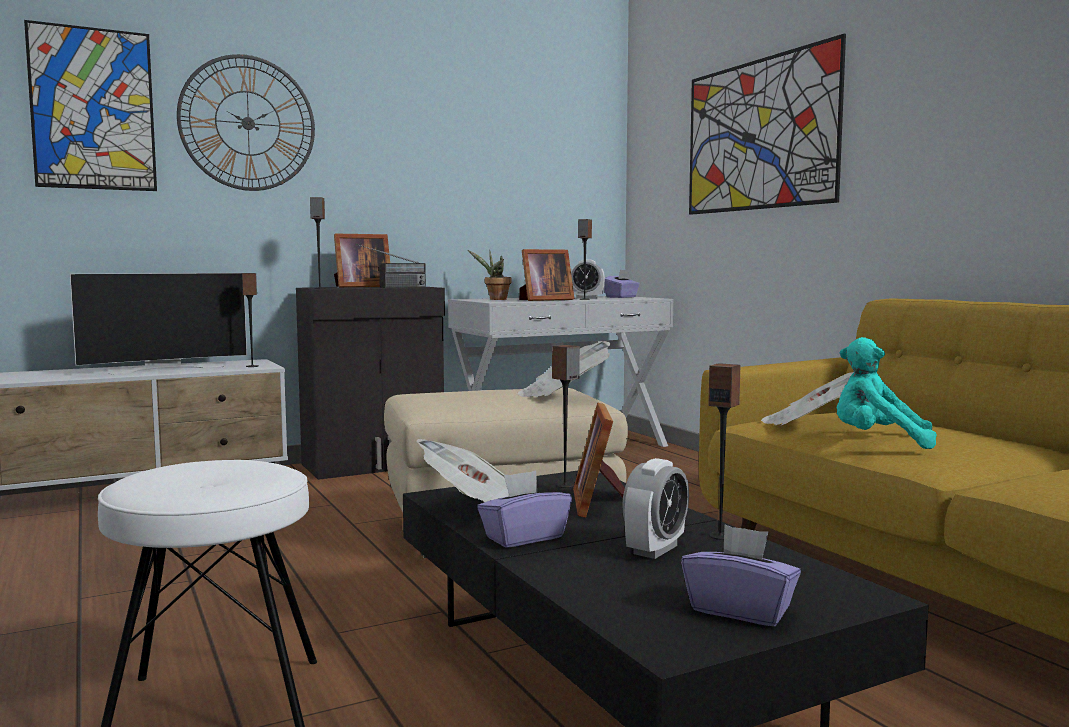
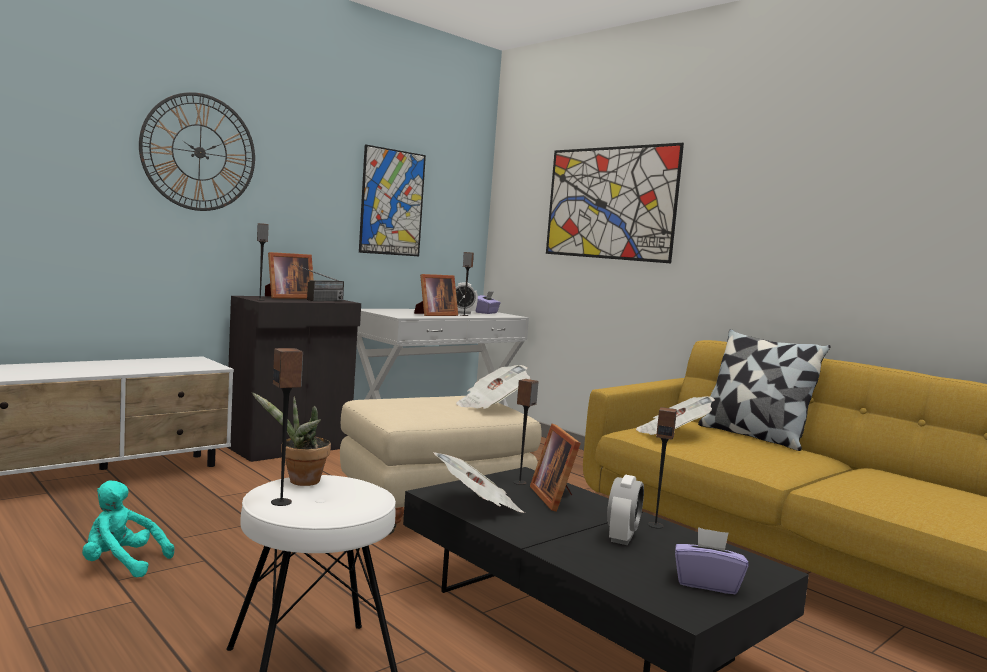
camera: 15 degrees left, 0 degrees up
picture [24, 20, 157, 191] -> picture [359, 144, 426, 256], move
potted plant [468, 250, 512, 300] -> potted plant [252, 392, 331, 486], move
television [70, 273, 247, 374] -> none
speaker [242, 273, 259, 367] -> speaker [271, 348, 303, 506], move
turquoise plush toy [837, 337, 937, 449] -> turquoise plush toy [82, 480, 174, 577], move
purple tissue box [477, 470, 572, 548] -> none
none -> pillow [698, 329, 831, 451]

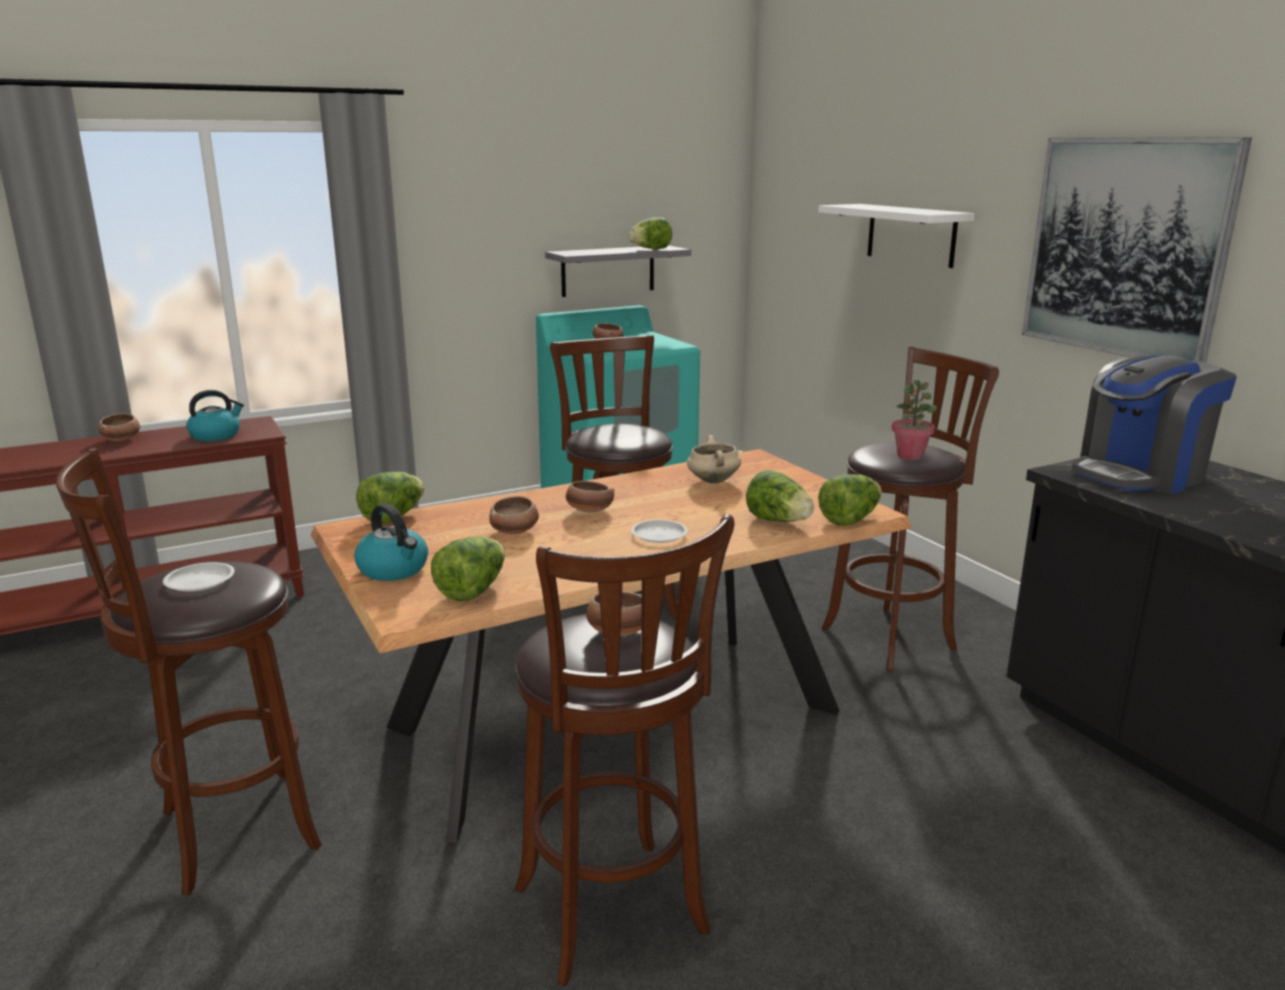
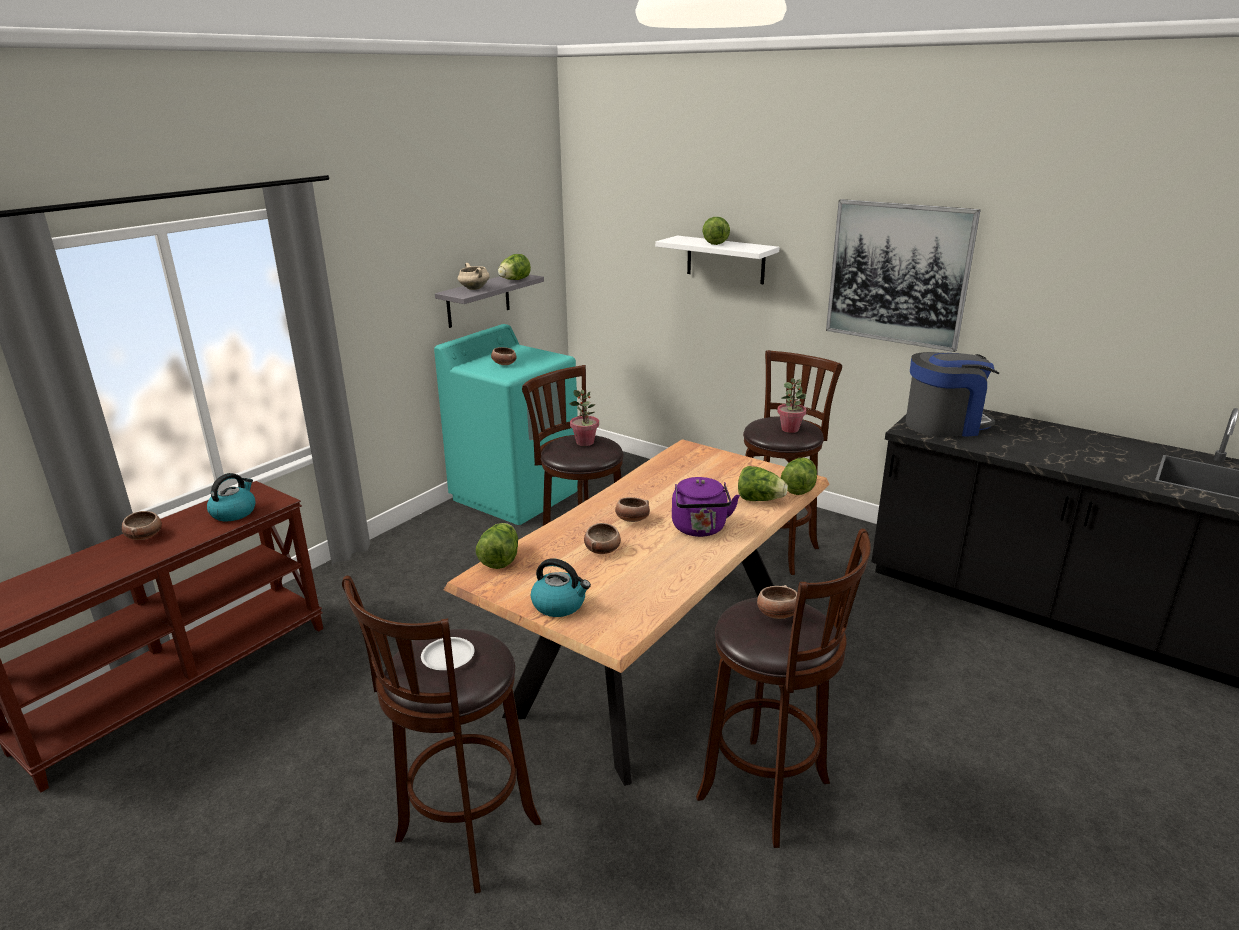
camera: 25 degrees left, 5 degrees up
coffee machine [1072, 355, 1237, 494] -> coffee machine [906, 352, 999, 437], 135 degrees counterclockwise
beige cooking pot [687, 435, 741, 483] -> beige cooking pot [458, 263, 490, 290], move
white plate [631, 520, 688, 543] -> purple kettle [672, 477, 740, 537]
lettuce [431, 536, 505, 602] -> lettuce [702, 217, 730, 245], move
none -> potted plant [569, 390, 599, 446]

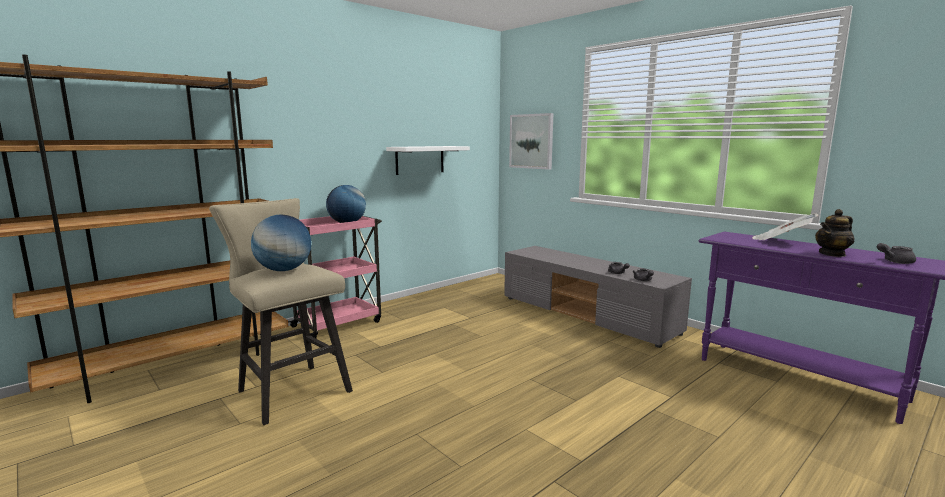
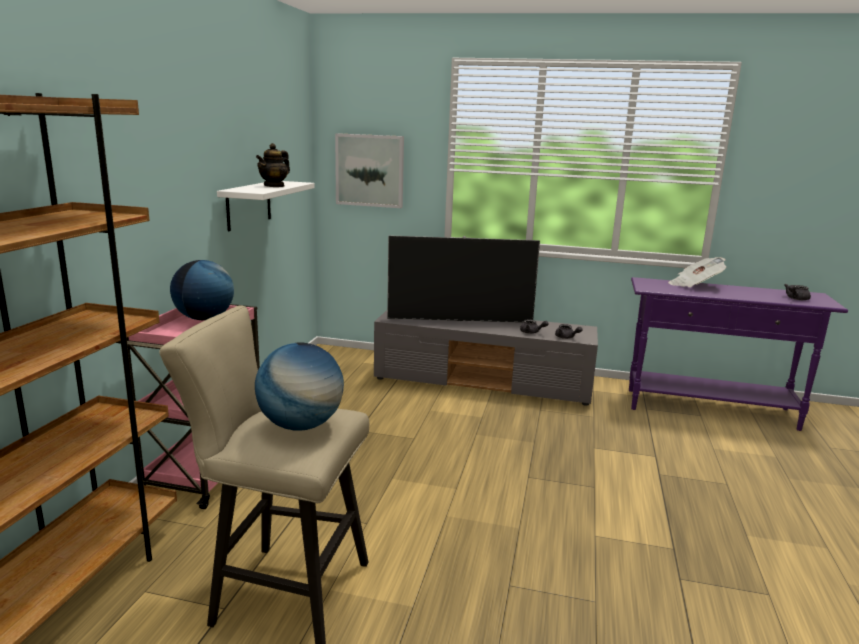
camera: 35 degrees left, 5 degrees up
teapot [815, 209, 855, 257] -> teapot [256, 143, 290, 187], move
none -> television [387, 235, 540, 323]

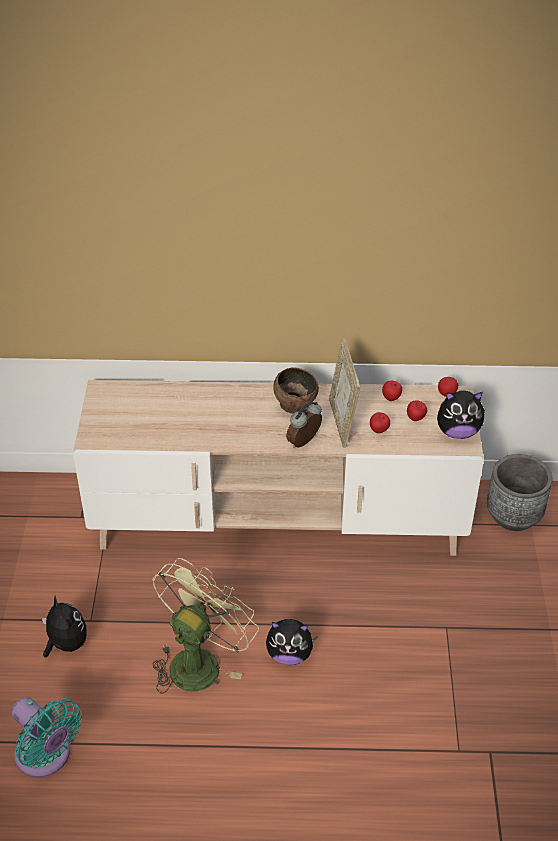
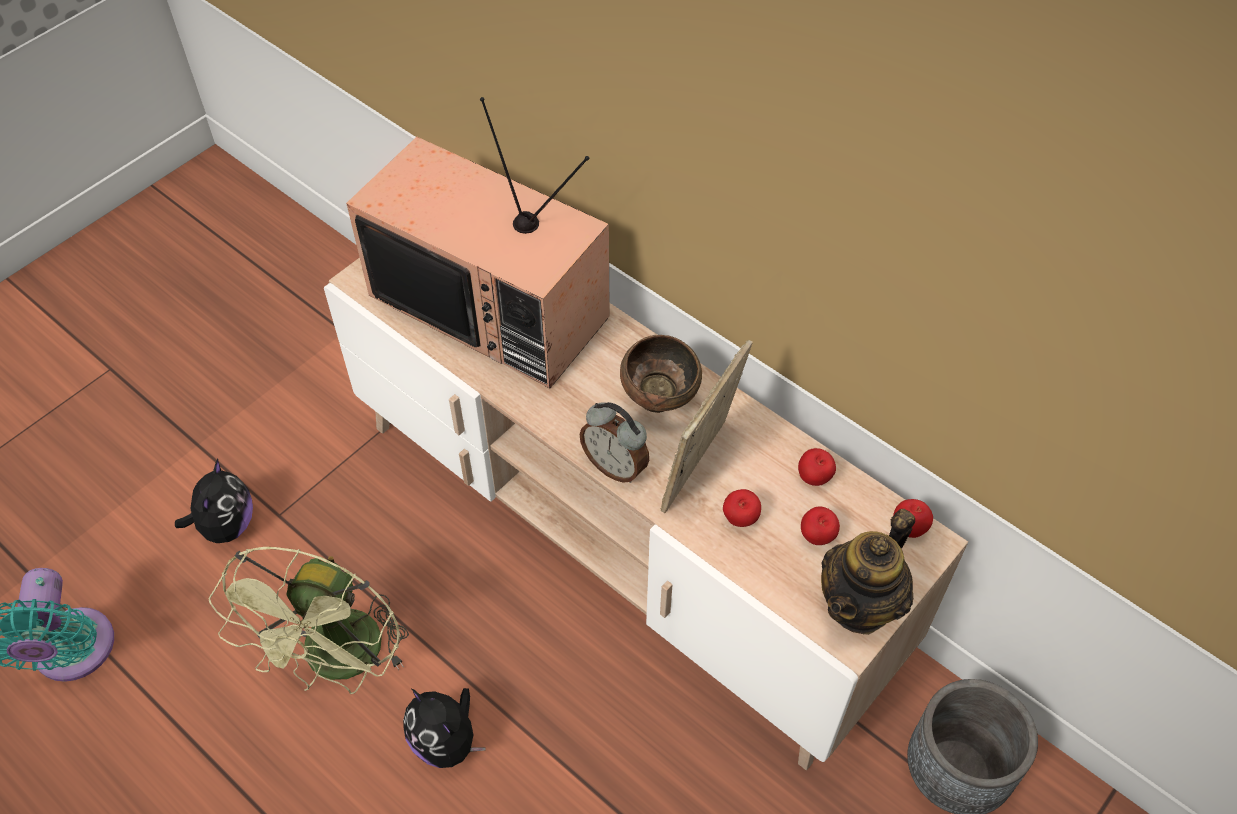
camera: 40 degrees right, 10 degrees up
plush toy [437, 390, 486, 439] -> teapot [821, 509, 915, 635]
alarm clock [286, 401, 322, 448] -> alarm clock [580, 402, 649, 483], 135 degrees counterclockwise
green fan [152, 558, 259, 694] -> green fan [209, 547, 409, 694], 120 degrees clockwise
none -> television [346, 97, 610, 388]

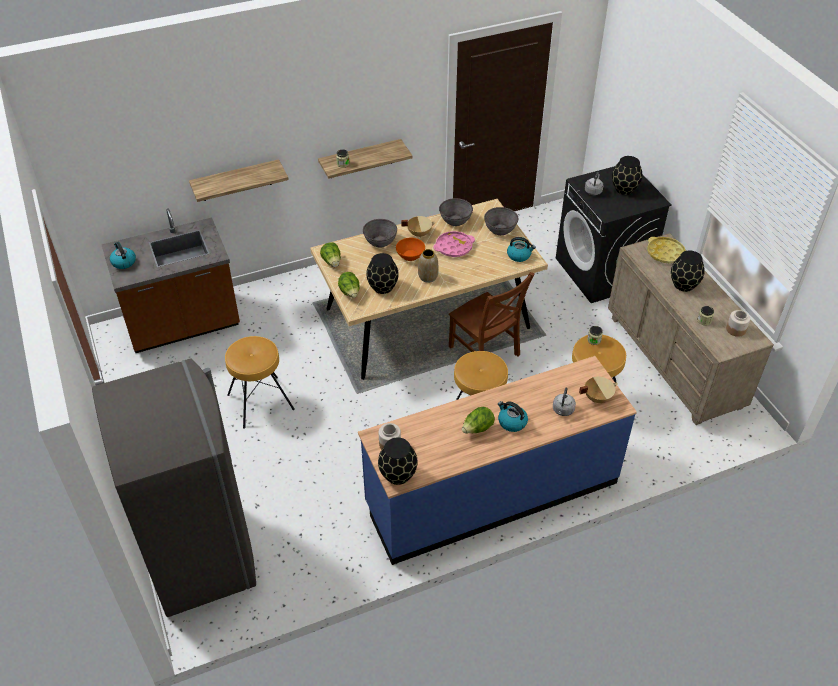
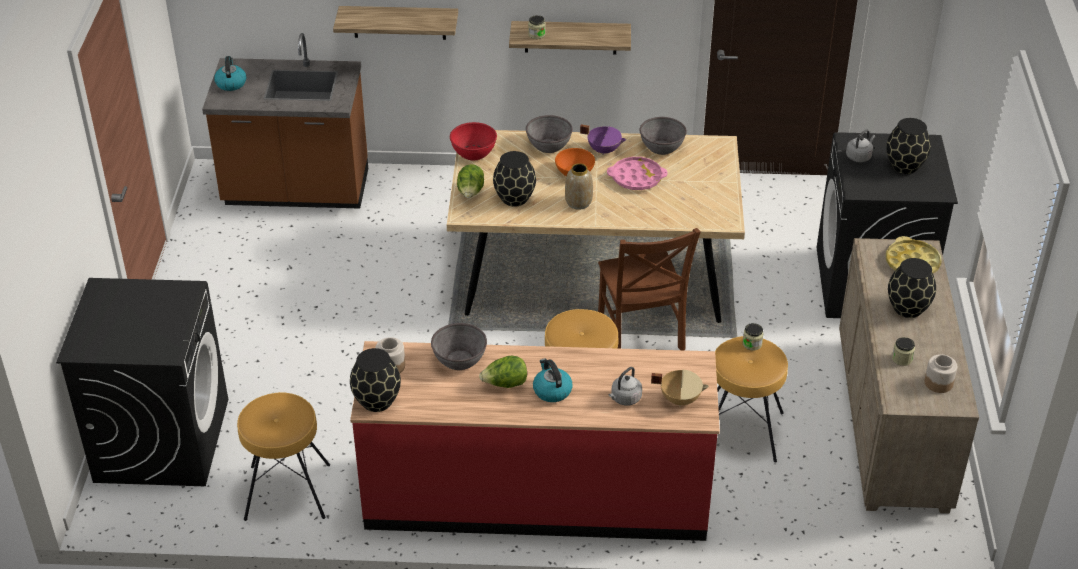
camera: 25 degrees right, 5 degrees down
grey bowl [484, 207, 518, 235] -> grey bowl [431, 323, 487, 370], move
beige cooking pot [401, 216, 435, 238] -> purple cooking pot [580, 124, 626, 155]
kettle [507, 237, 536, 262] -> none
lettuce [320, 242, 341, 267] -> red bowl [450, 122, 497, 160]
brown stool [225, 336, 295, 429] -> brown stool [237, 392, 330, 521], move
blue counter [358, 356, 637, 565] -> red counter [350, 341, 720, 541]
grey fridge [92, 358, 256, 617] -> black washing machine [56, 278, 228, 486]

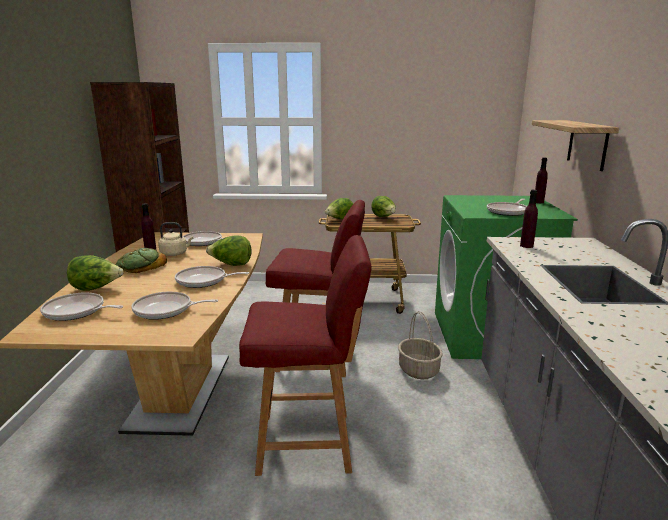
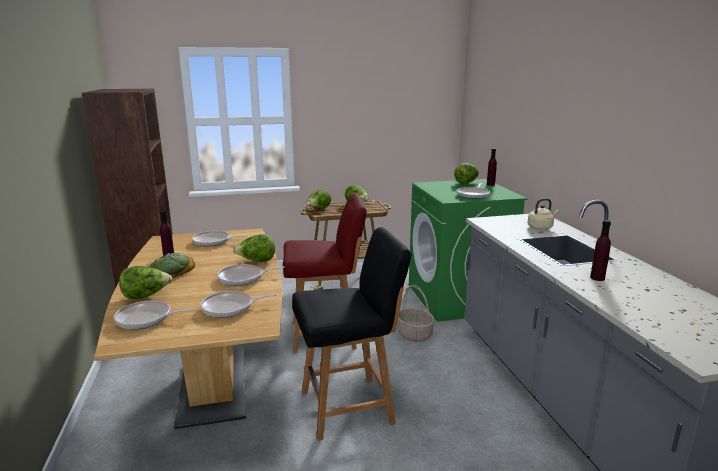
camera: 15 degrees left, 0 degrees up
shelf [532, 120, 619, 171] -> none
purple bottle [520, 190, 538, 248] -> purple bottle [590, 220, 611, 281], move
beige kettle [158, 222, 193, 256] -> beige kettle [527, 198, 559, 230], move
red chair [239, 235, 372, 476] -> black chair [292, 227, 412, 441]
none -> lettuce [454, 163, 479, 184]

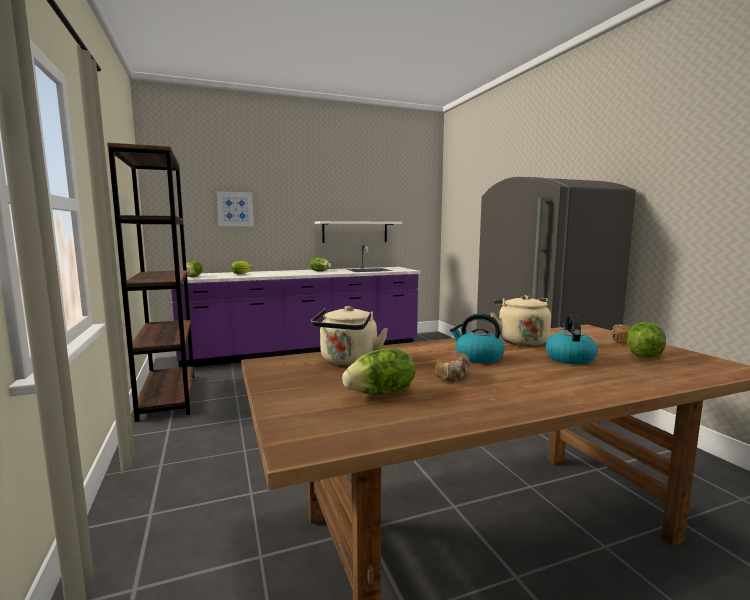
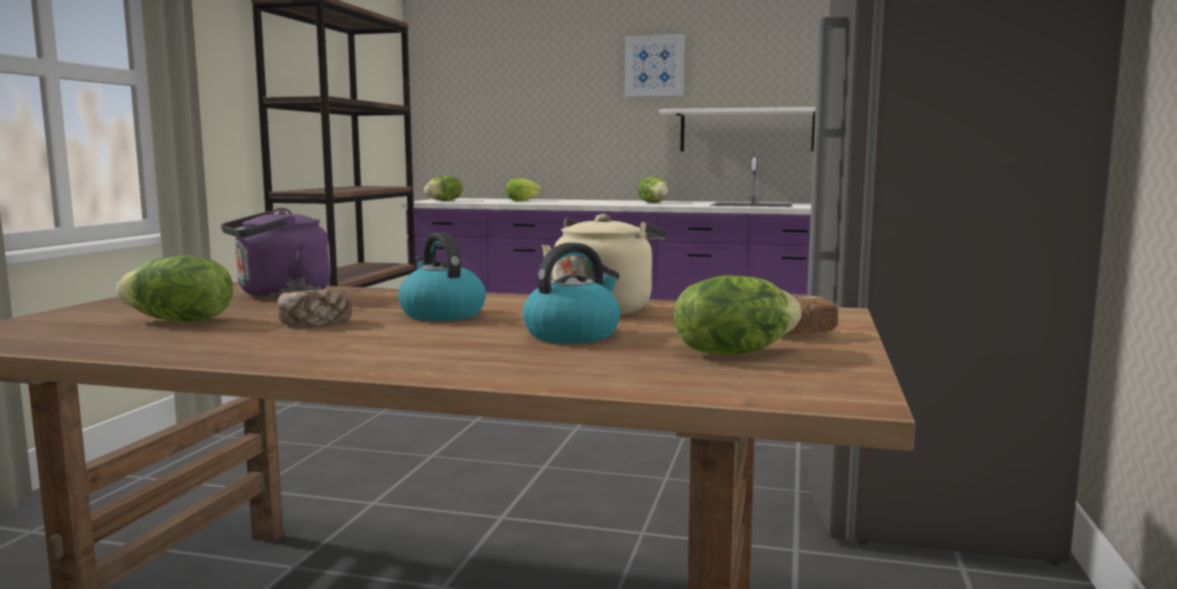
camera: 35 degrees right, 0 degrees up
picture [217, 191, 254, 226] -> picture [625, 34, 685, 97], move
beige kettle [311, 306, 388, 366] -> purple kettle [221, 208, 331, 298]

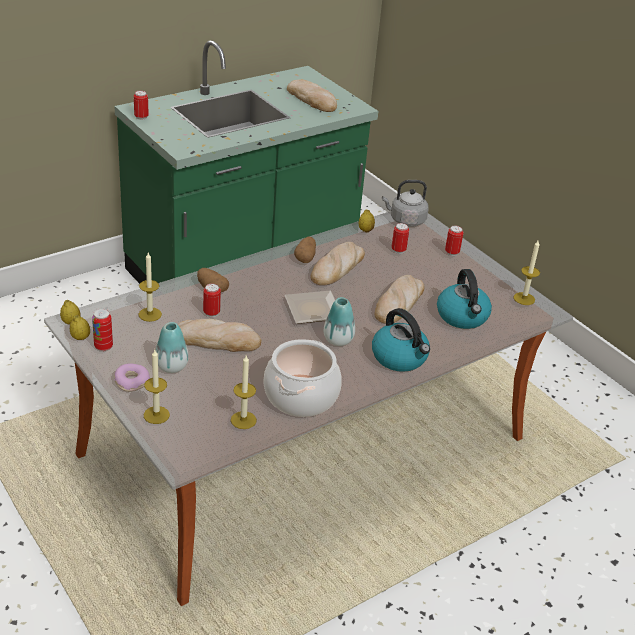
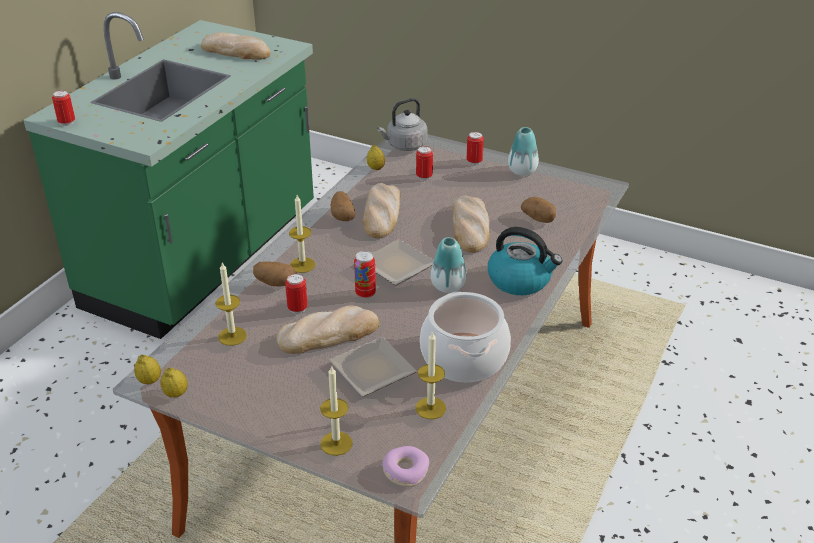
camera: 25 degrees left, 0 degrees up
candle [514, 241, 540, 305] -> candle [289, 195, 316, 273], move
kettle [437, 269, 492, 329] -> potato [521, 197, 556, 223]
can [92, 308, 113, 351] -> can [354, 251, 376, 298], move
vase [155, 322, 189, 373] -> vase [508, 127, 539, 176], move
donut [114, 364, 150, 392] -> donut [382, 446, 429, 487], move
none -> plate [329, 337, 417, 397]

